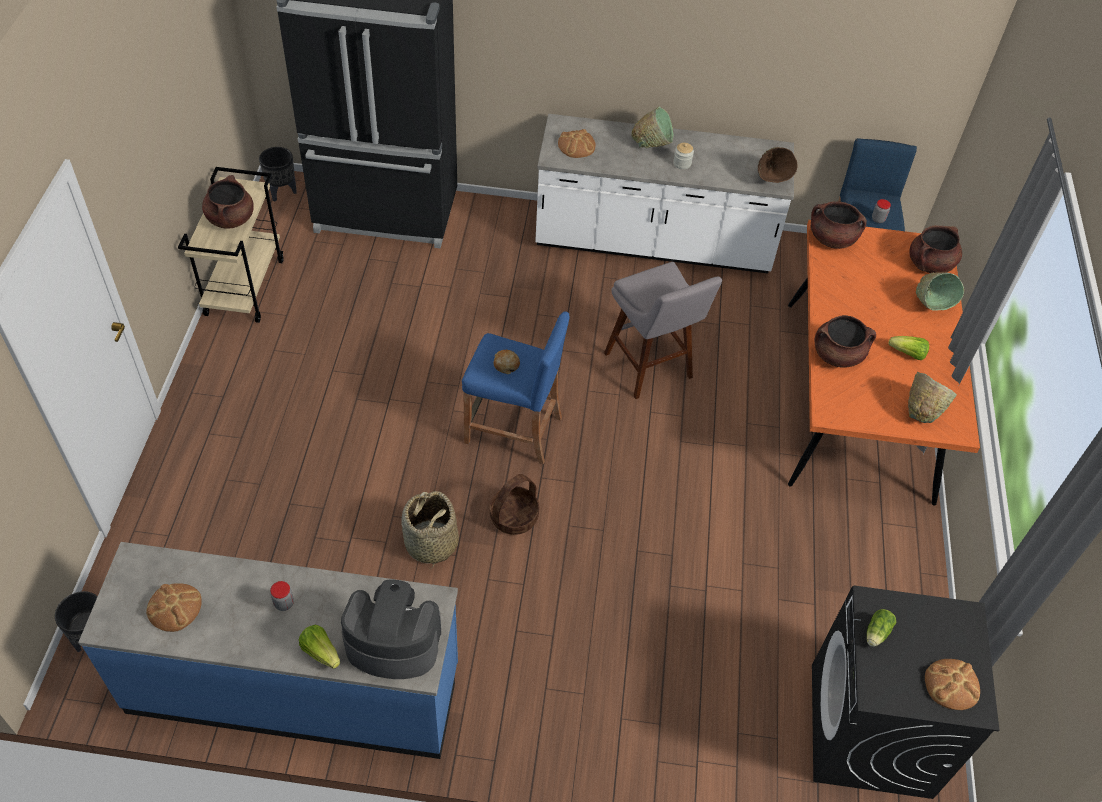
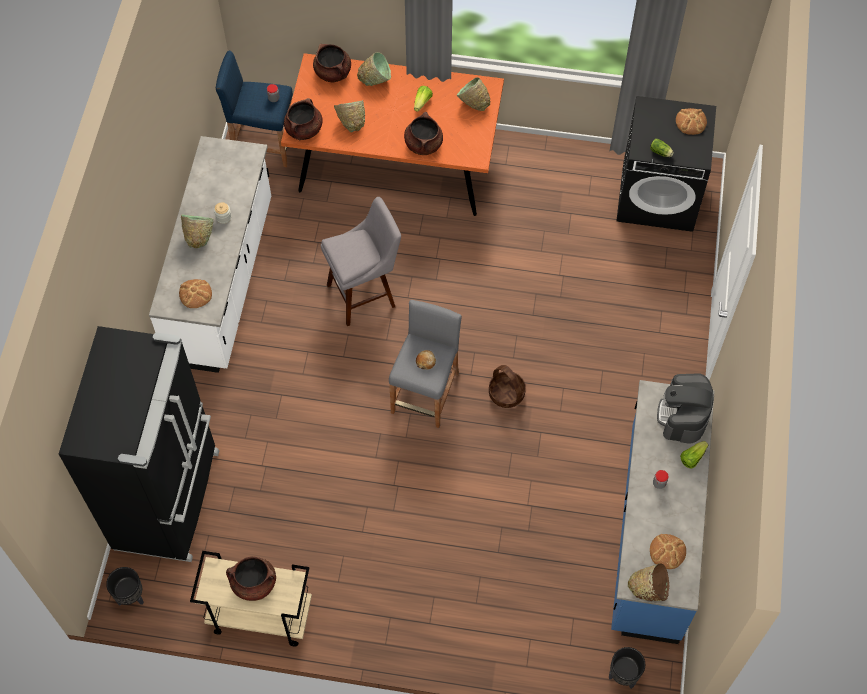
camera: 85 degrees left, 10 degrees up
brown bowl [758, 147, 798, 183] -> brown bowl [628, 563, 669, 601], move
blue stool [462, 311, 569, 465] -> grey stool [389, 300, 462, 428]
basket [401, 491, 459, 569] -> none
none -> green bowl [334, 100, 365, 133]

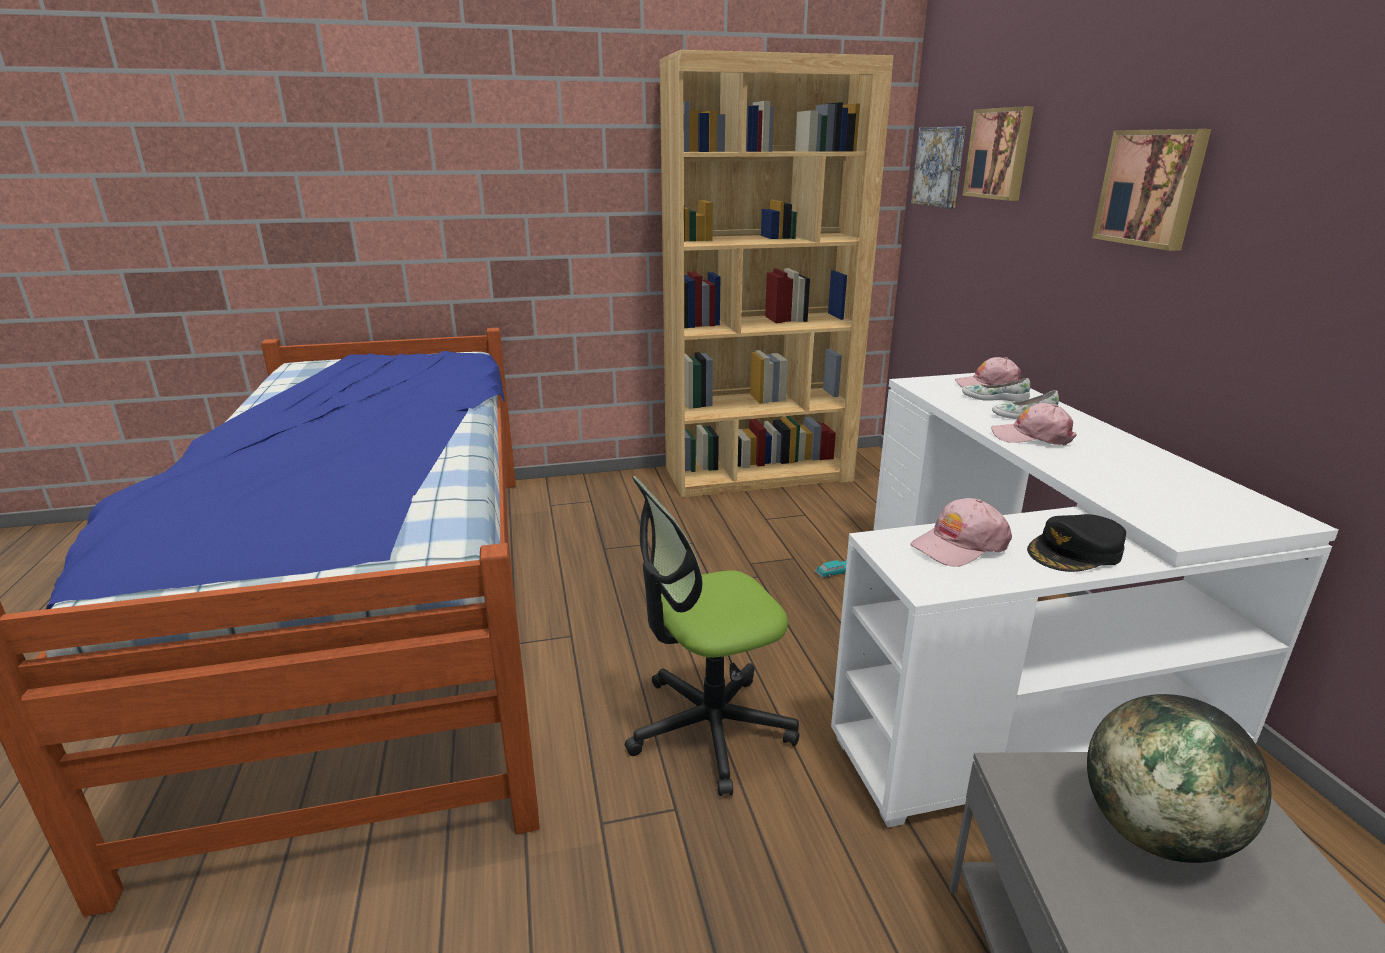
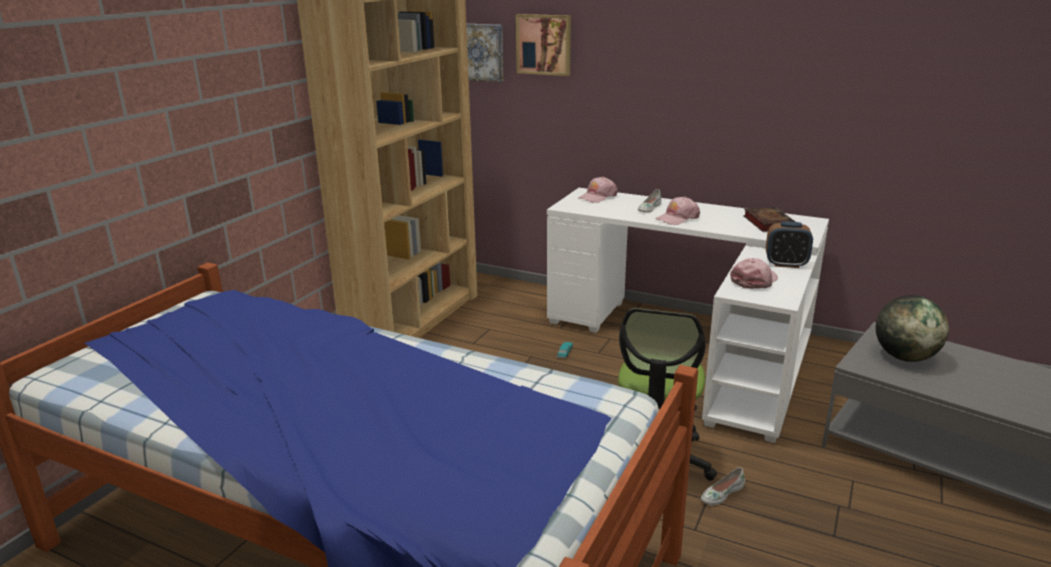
camera: 50 degrees left, 0 degrees up
picture [1092, 129, 1211, 251] -> none
white shoe [962, 378, 1030, 402] -> white shoe [701, 467, 745, 505], move
pink cap [911, 498, 1012, 567] -> pink cap [730, 258, 778, 289], 150 degrees counterclockwise
black cap [1027, 514, 1126, 572] -> alarm clock [766, 221, 813, 268]
none -> book [743, 207, 796, 232]

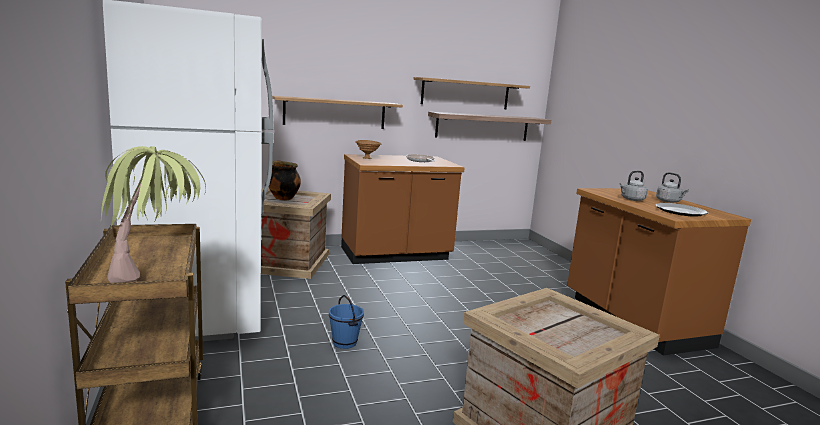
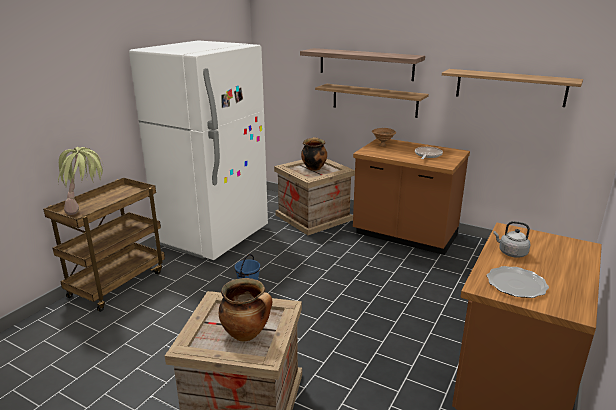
camera: 50 degrees right, 10 degrees up
shelf [428, 112, 551, 141] -> shelf [300, 48, 425, 81], move
grey kettle [656, 172, 689, 203] -> none
none -> cooking pot [218, 278, 273, 341]

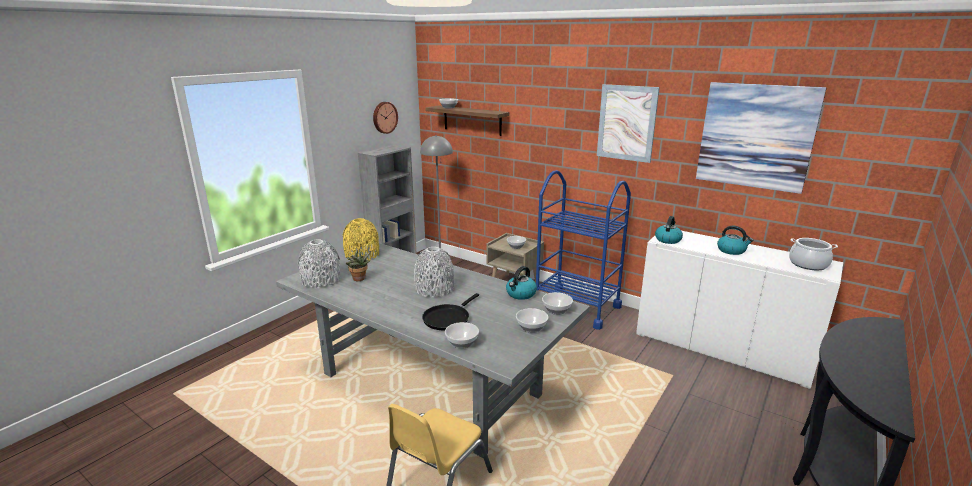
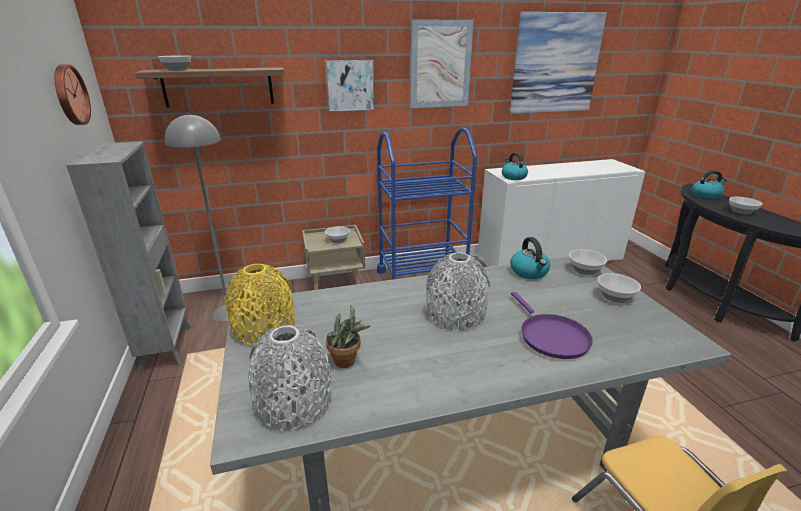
camera: 50 degrees left, 5 degrees up
kettle [717, 226, 753, 255] -> kettle [692, 170, 727, 199], move
cooking pot [789, 238, 838, 270] -> none
black frying pan [422, 293, 479, 331] -> purple frying pan [511, 292, 593, 359]
bowl [445, 322, 479, 349] -> bowl [729, 197, 763, 215], move
none -> picture [325, 60, 375, 112]

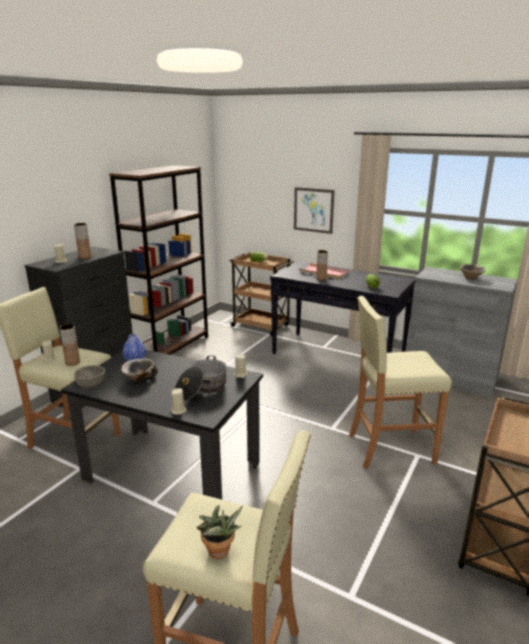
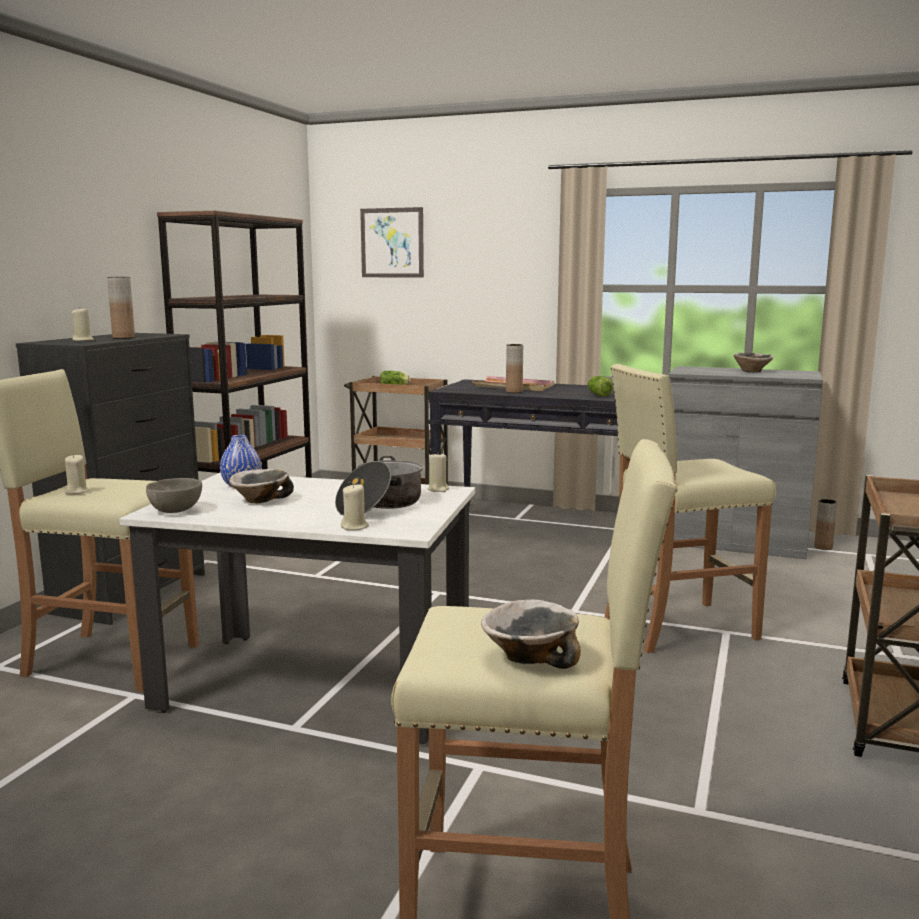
camera: 10 degrees left, 10 degrees down
picture [294, 187, 335, 234] -> picture [360, 207, 424, 278], move
brown vase [59, 324, 80, 366] -> brown vase [814, 499, 837, 550], move
black dining table [61, 350, 263, 500] -> white dining table [120, 473, 475, 744]
potted plant [196, 505, 243, 559] -> bowl [481, 600, 581, 669]

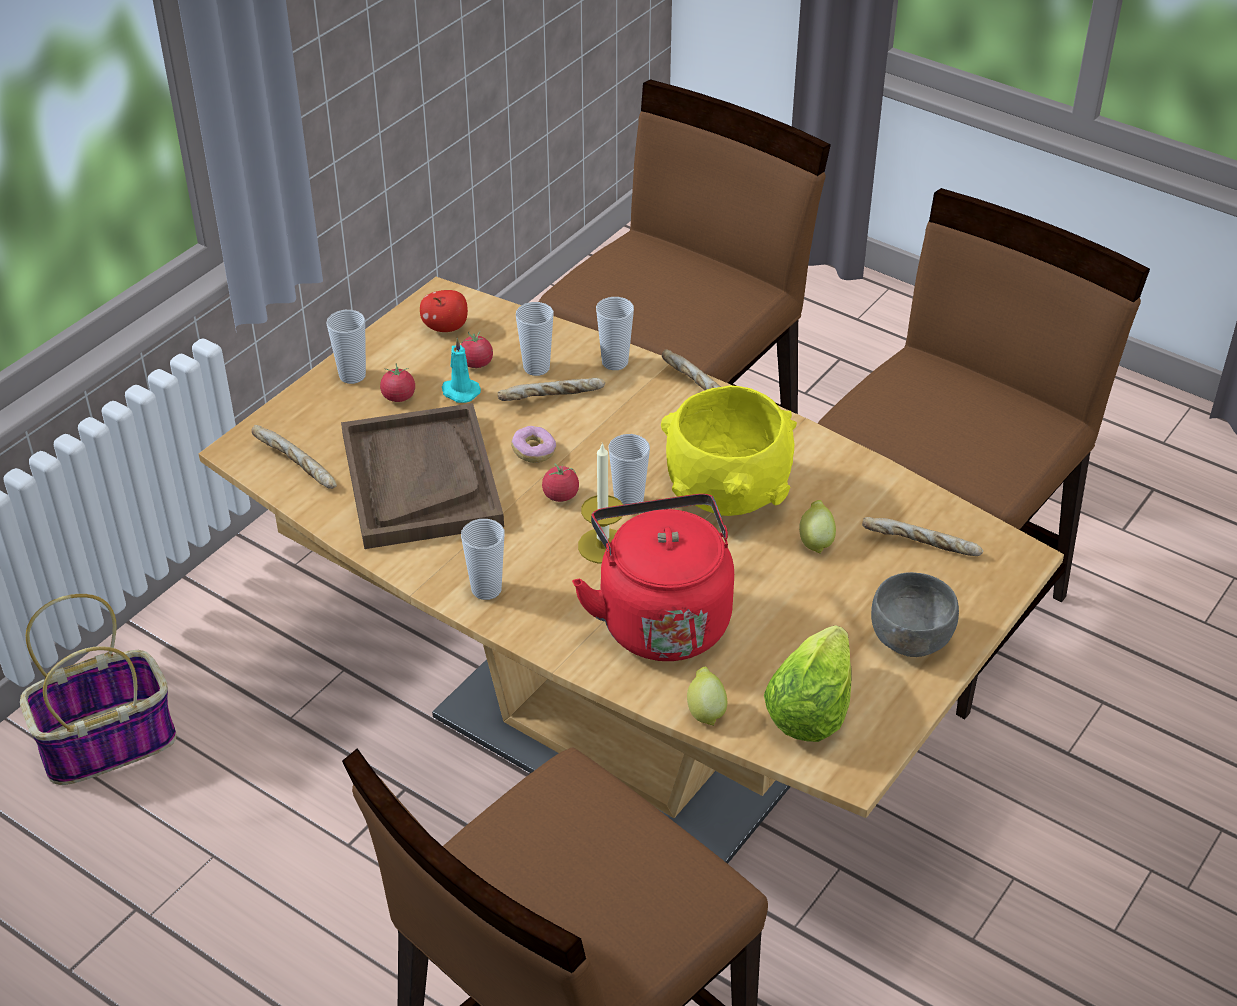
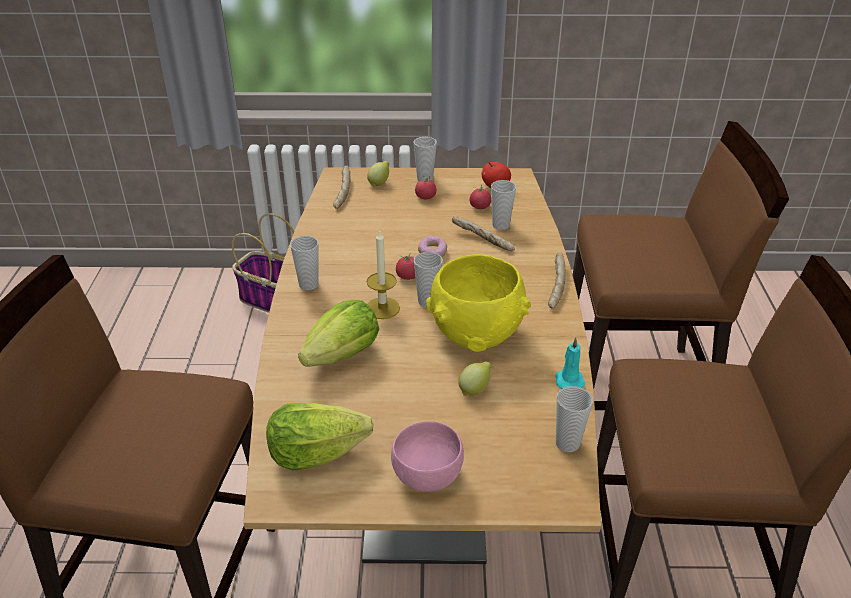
camera: 55 degrees right, 5 degrees down
cup [596, 297, 634, 370] -> cup [556, 386, 593, 452], move
turquoise candle [442, 338, 481, 403] -> turquoise candle [555, 338, 585, 389], move
brown tray [341, 403, 504, 549] -> none
red kettle [572, 494, 734, 661] -> lettuce [298, 300, 379, 367]
bread [862, 517, 983, 556] -> none
grey bowl [871, 572, 959, 657] -> pink bowl [391, 421, 464, 492]
lemon [687, 667, 727, 726] -> lemon [367, 161, 389, 187], move

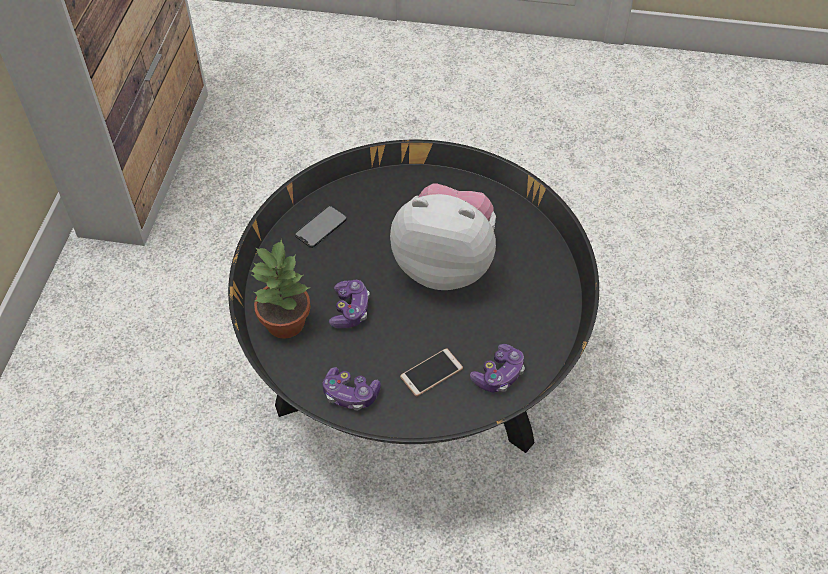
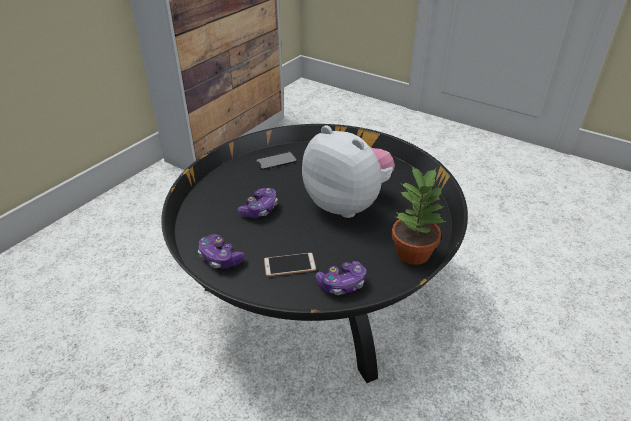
camera: 25 degrees right, 15 degrees down
potted plant [250, 239, 311, 339] -> potted plant [391, 166, 446, 265], move

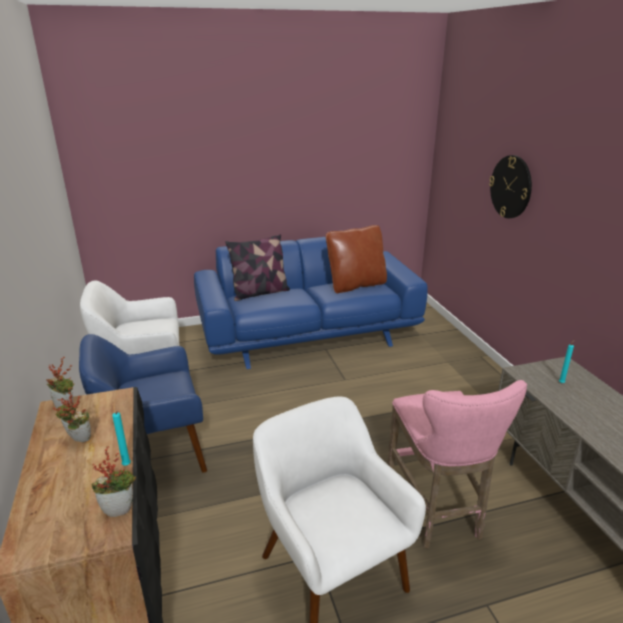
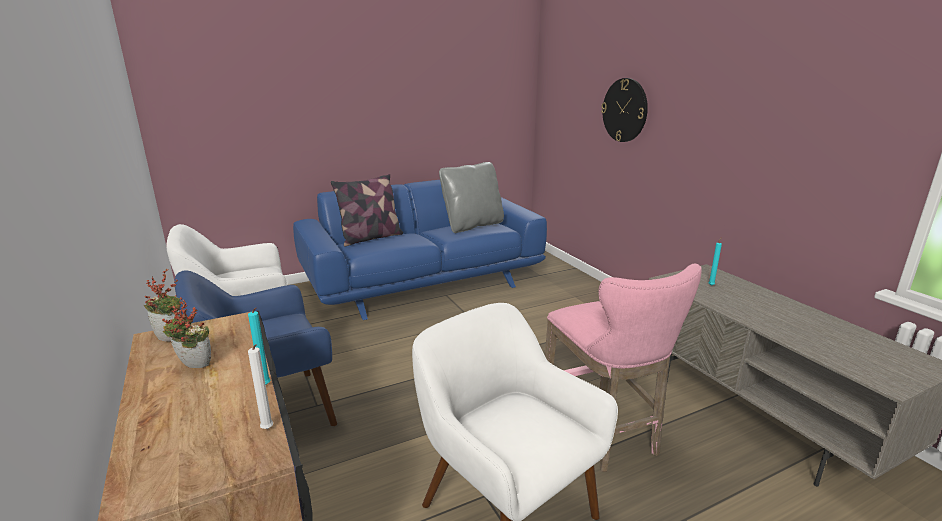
camera: 10 degrees left, 5 degrees down
brown pillow [326, 225, 387, 293] -> grey pillow [439, 162, 504, 233]
potted plant [91, 446, 136, 517] -> white candle [248, 344, 273, 429]

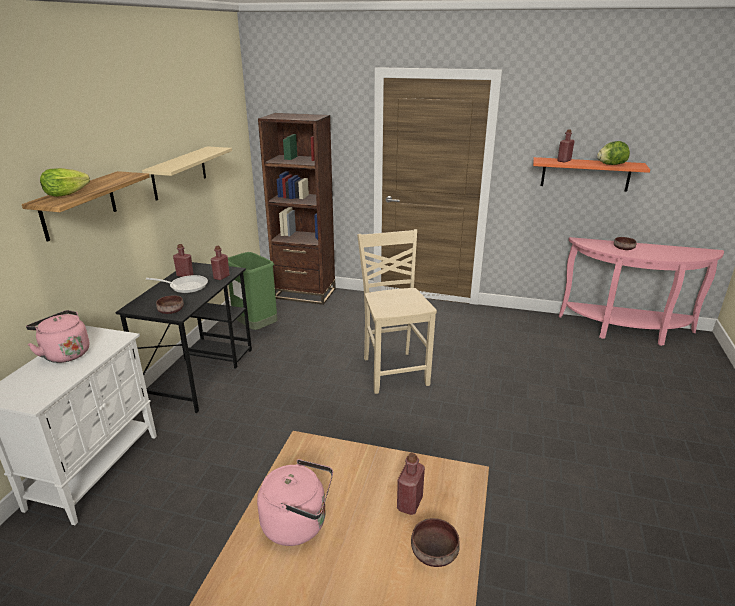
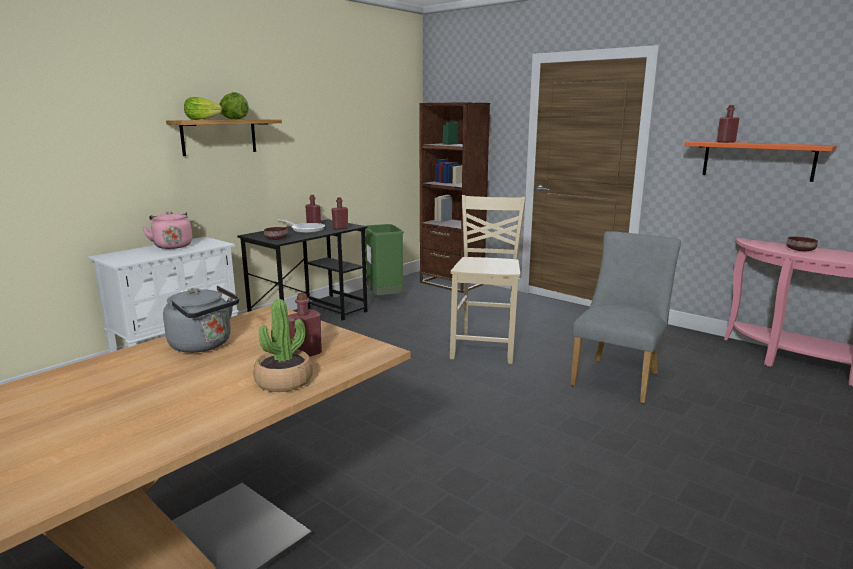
camera: 25 degrees right, 10 degrees down
lettuce [597, 141, 630, 165] -> lettuce [219, 92, 249, 120], move
beige shelf [142, 146, 232, 201] -> none
pink kettle [257, 459, 333, 546] -> grey kettle [163, 286, 239, 353]
brown bowl [411, 518, 460, 567] -> potted plant [254, 299, 313, 392]
none -> grey chair [570, 231, 681, 404]

